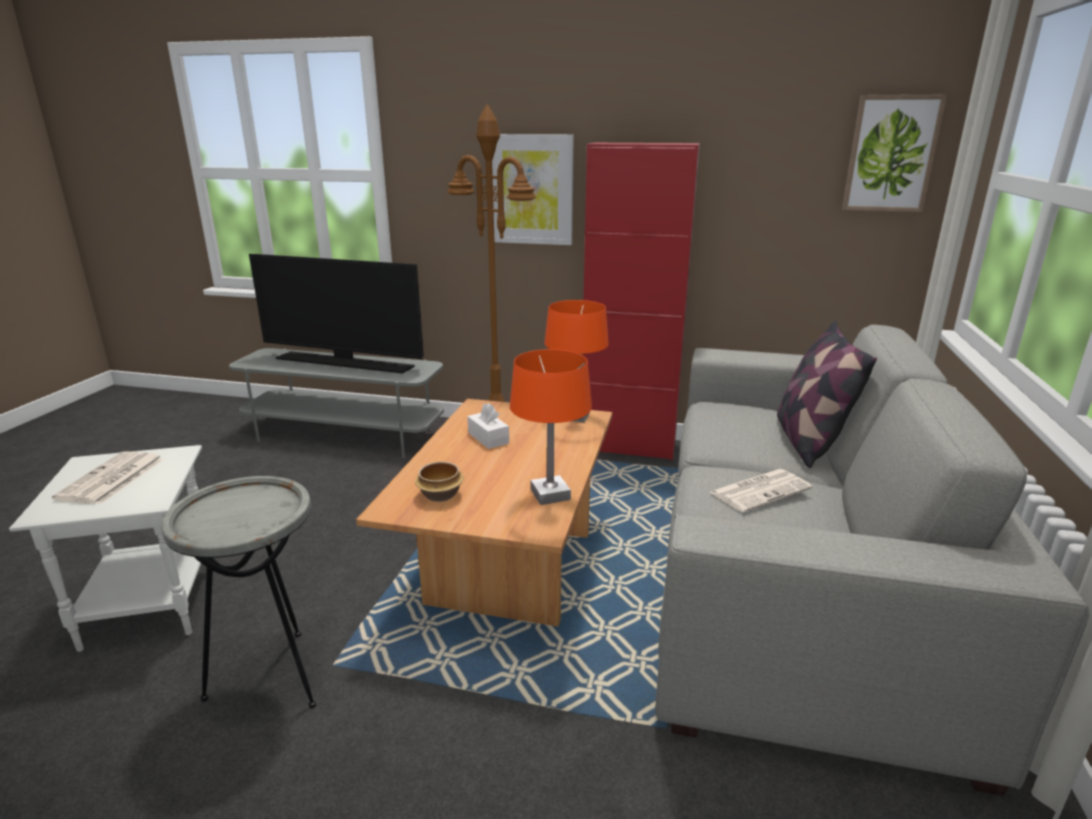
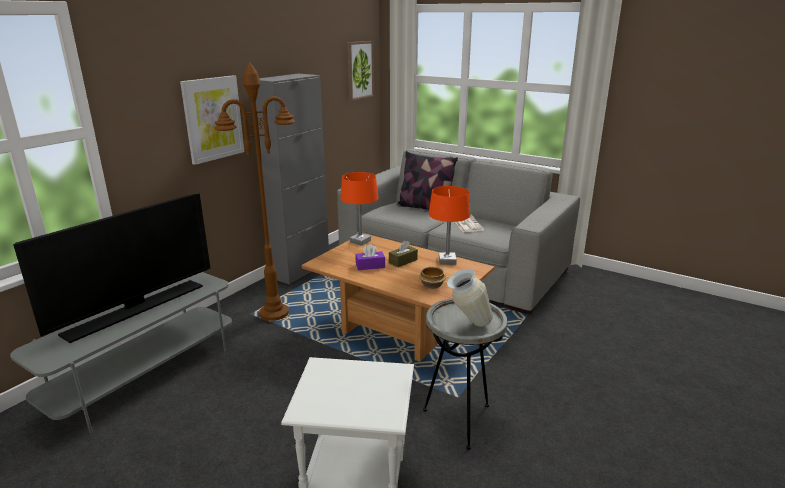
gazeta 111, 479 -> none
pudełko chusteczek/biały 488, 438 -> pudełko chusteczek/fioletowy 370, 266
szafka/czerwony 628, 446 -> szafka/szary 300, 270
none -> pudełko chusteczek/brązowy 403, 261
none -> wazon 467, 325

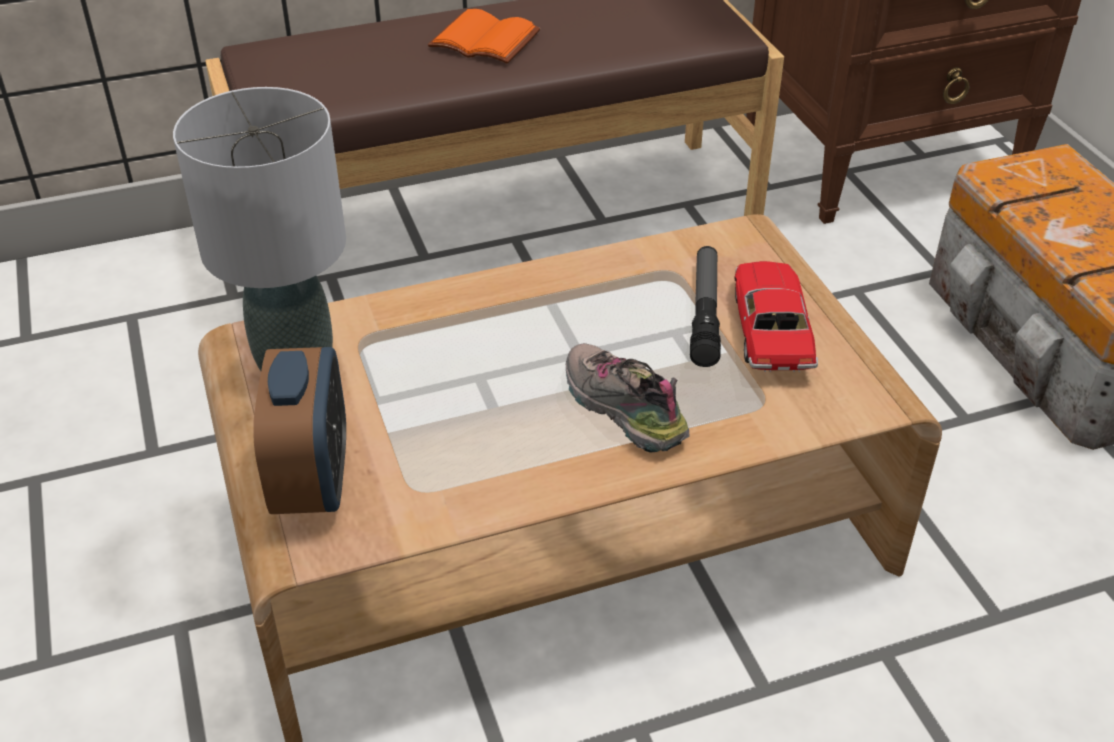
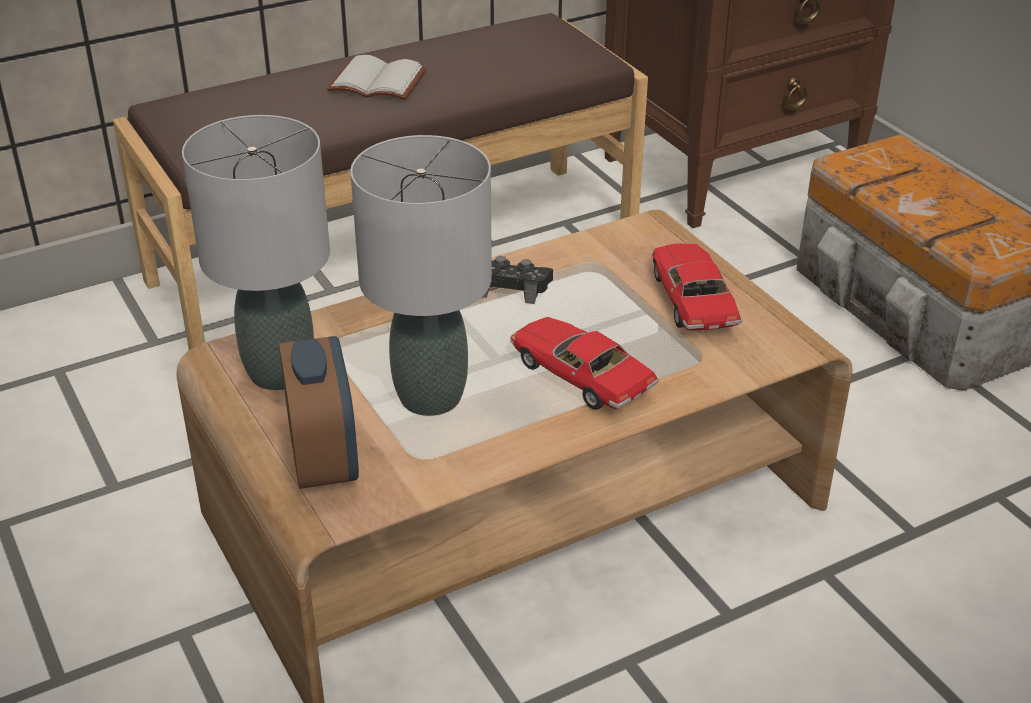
książka/pomarańczowy 487, 40 -> książka/biały 380, 81
but 619, 410 -> samochodzik 579, 376
latarka 705, 313 -> none
none -> lampa stołowa/szary 431, 396
none -> pad do gier/czarny 512, 287

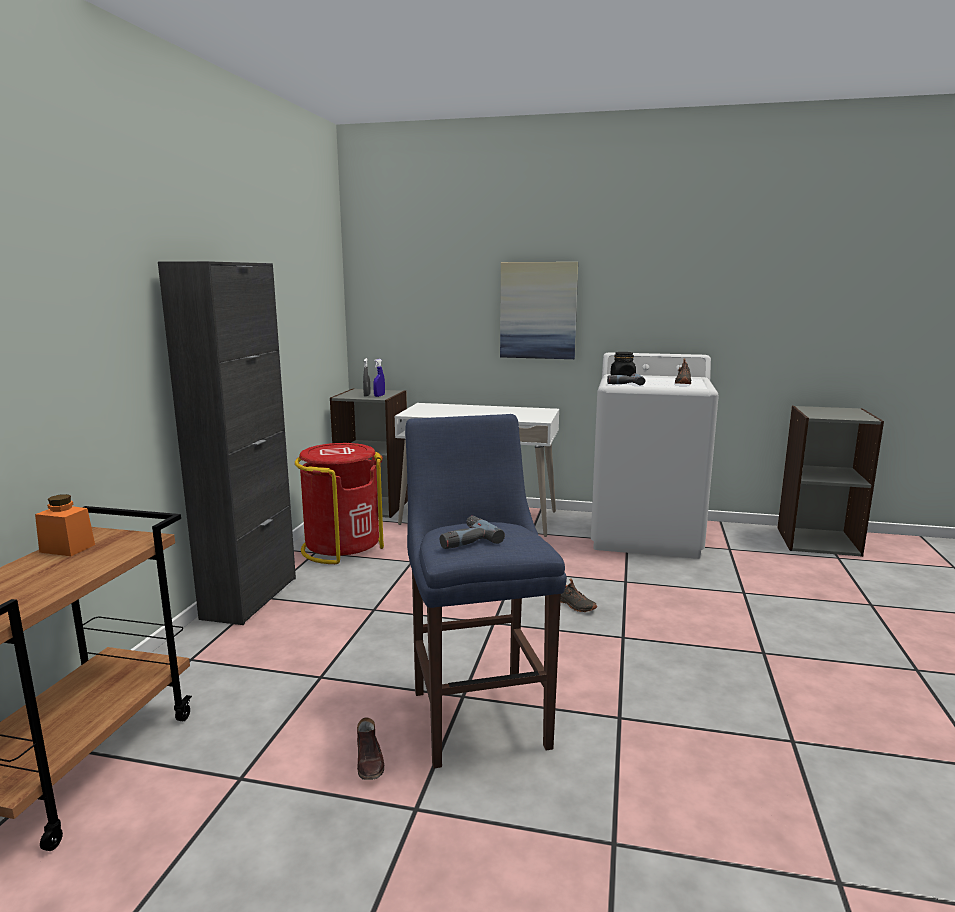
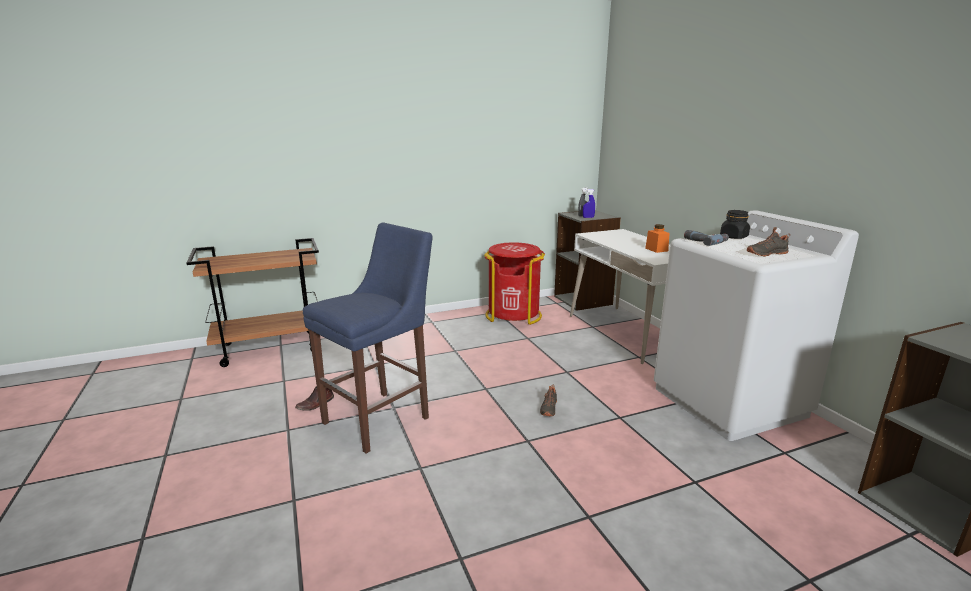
słoik/pomarańczowy 67, 548 -> słoik/pomarańczowy 656, 249, relocated
szafka/czarny 250, 598 -> none
wiertarka 464, 539 -> none
obraz 538, 310 -> none

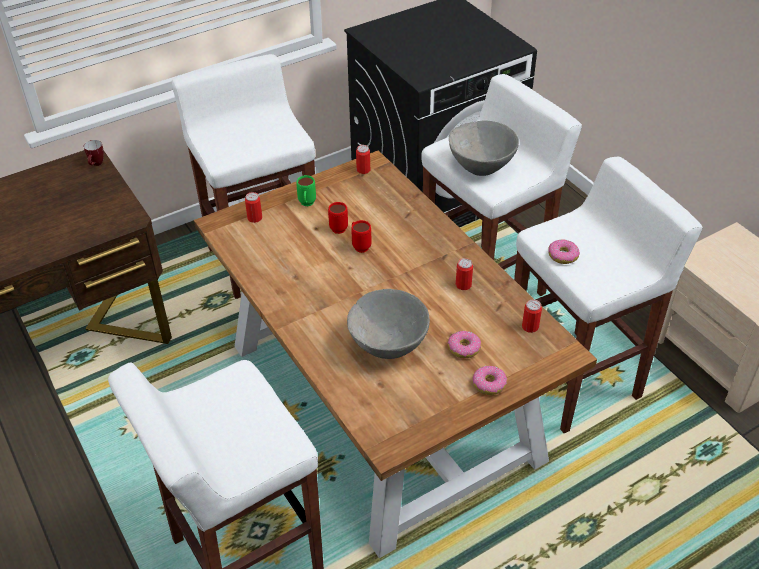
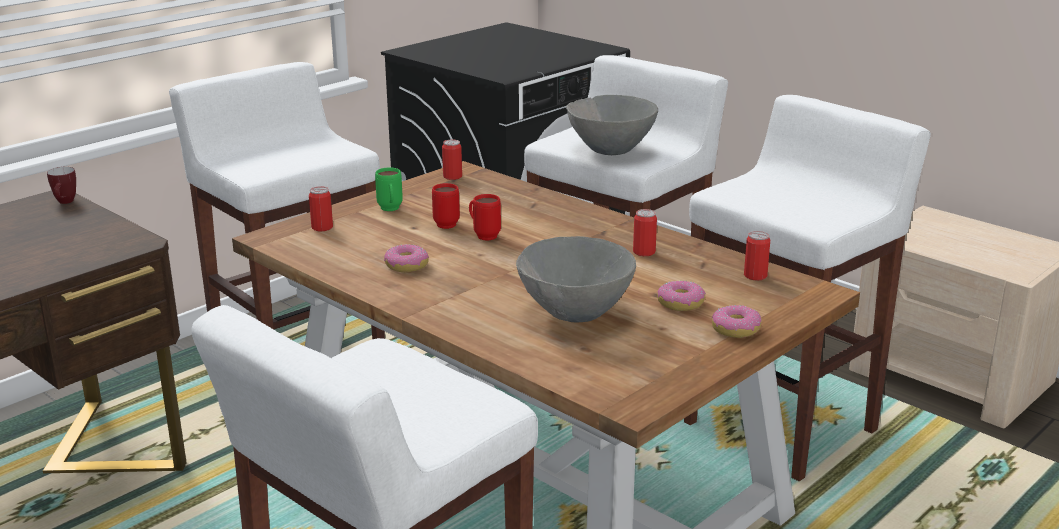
donut 562, 256 -> donut 406, 266, relocated

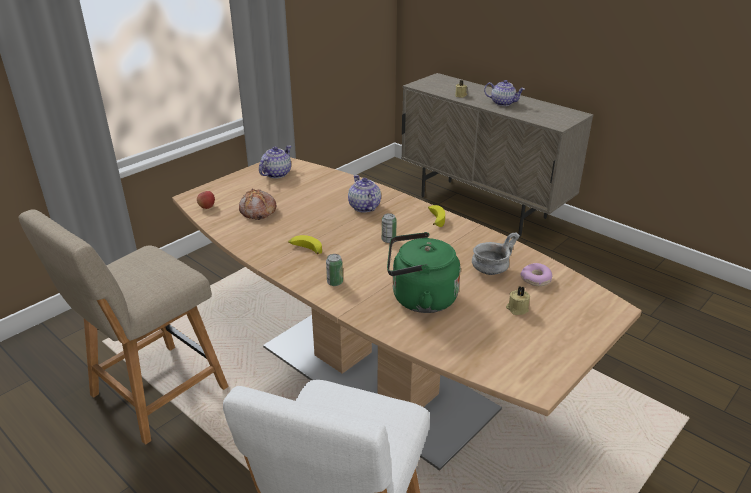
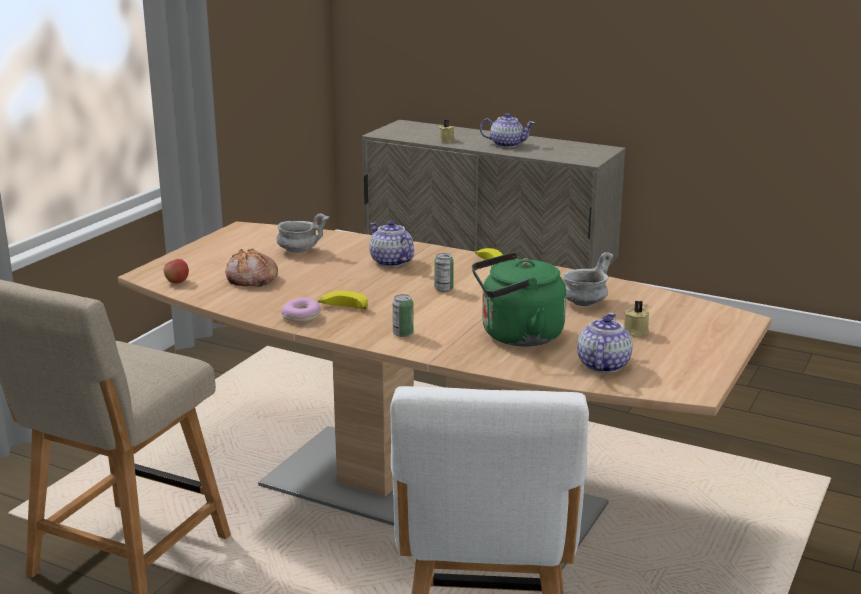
imbryk 276, 173 -> imbryk 602, 365, relocated
donut 536, 279 -> donut 302, 317, relocated
none -> miska/szary 299, 251

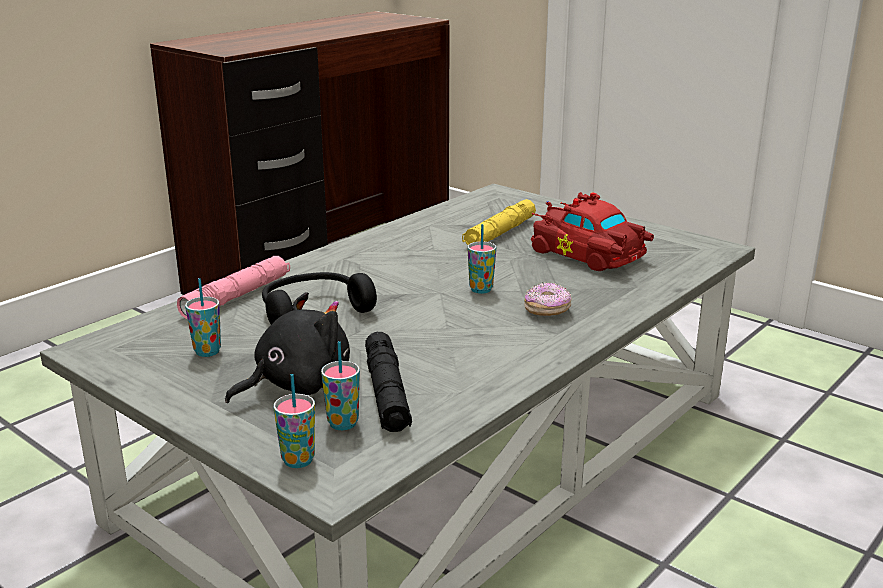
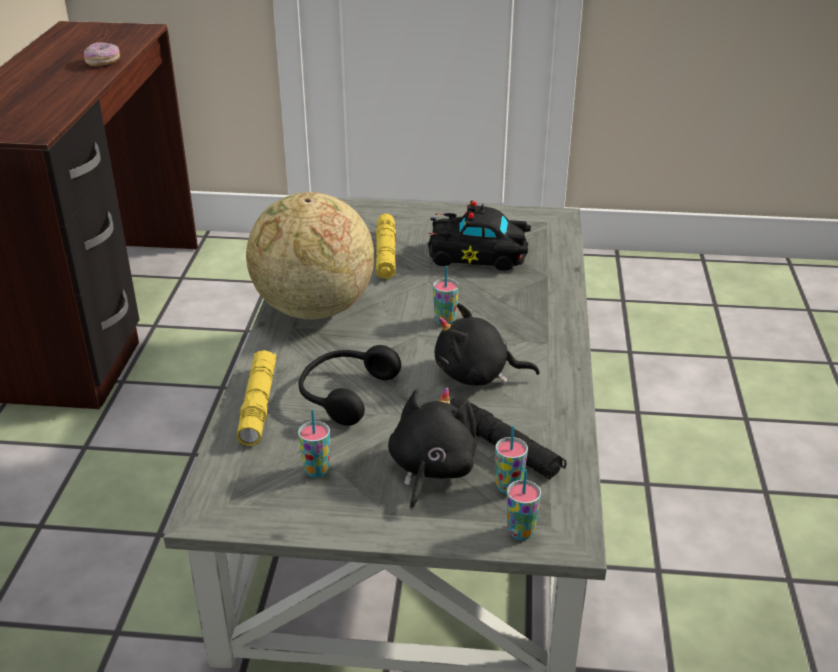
latarka/różowy 237, 296 -> latarka/żółty 258, 404
donut 547, 310 -> donut 103, 62, relocated
samochodzik/czerwony 589, 256 -> samochodzik/czarny 480, 256
none -> globus 313, 309
none -> pluszak/czarny 477, 375

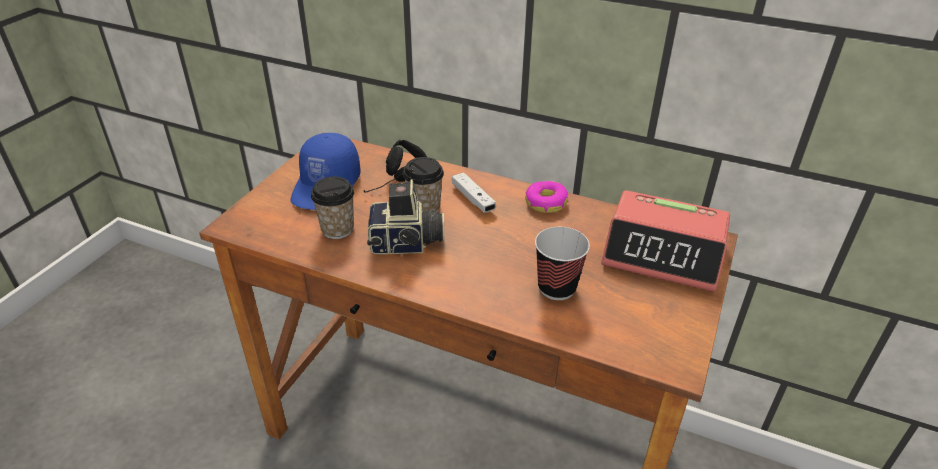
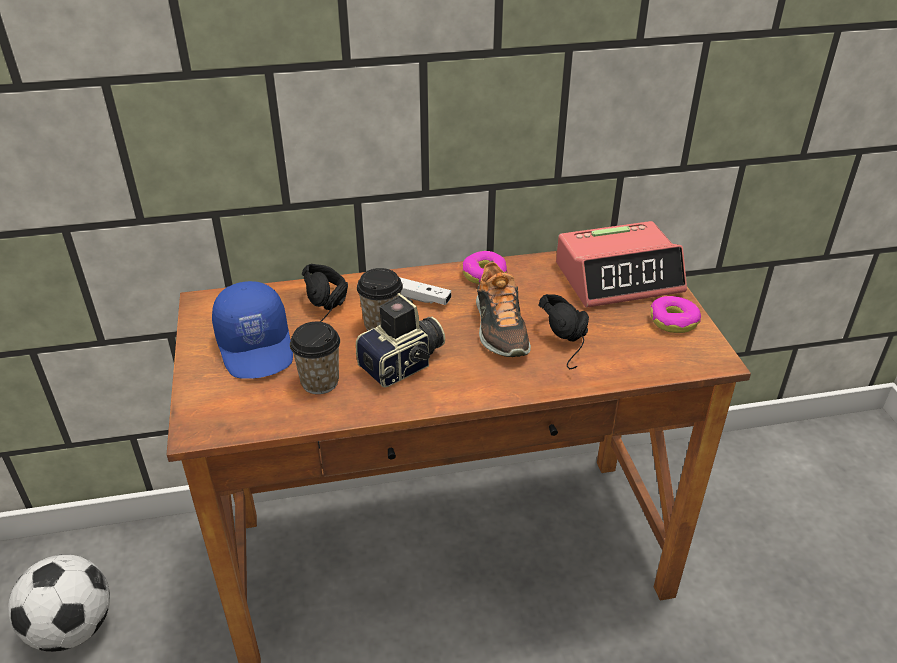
filiżanka 557, 288 -> słuchawki/czarny 571, 343
none -> piłka futbolowa 72, 628
none -> but 499, 328
none -> donut 673, 321

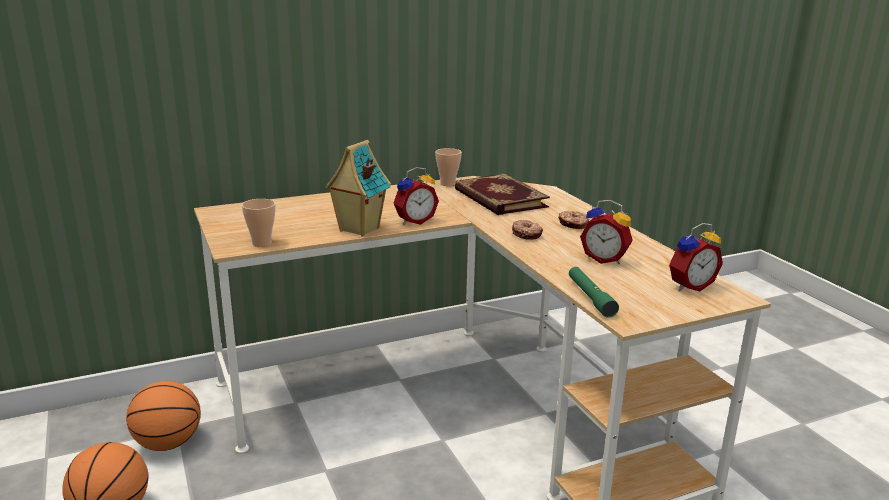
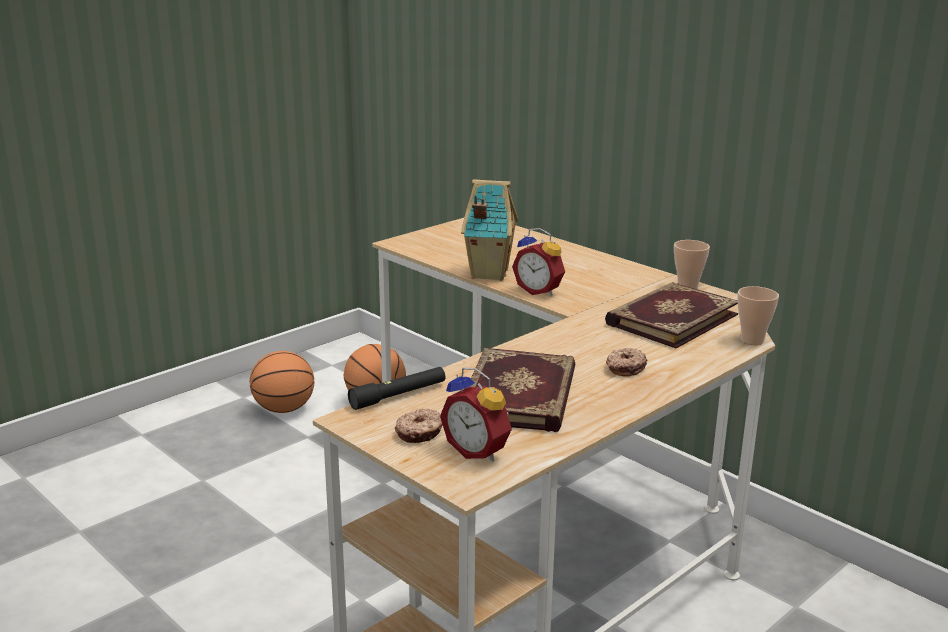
filiżanka 261, 243 -> filiżanka 752, 340, relocated
donut 526, 234 -> donut 420, 433, relocated
latarka/zielony 590, 297 -> latarka/czarny 398, 395
budzik 605, 259 -> książka 522, 395

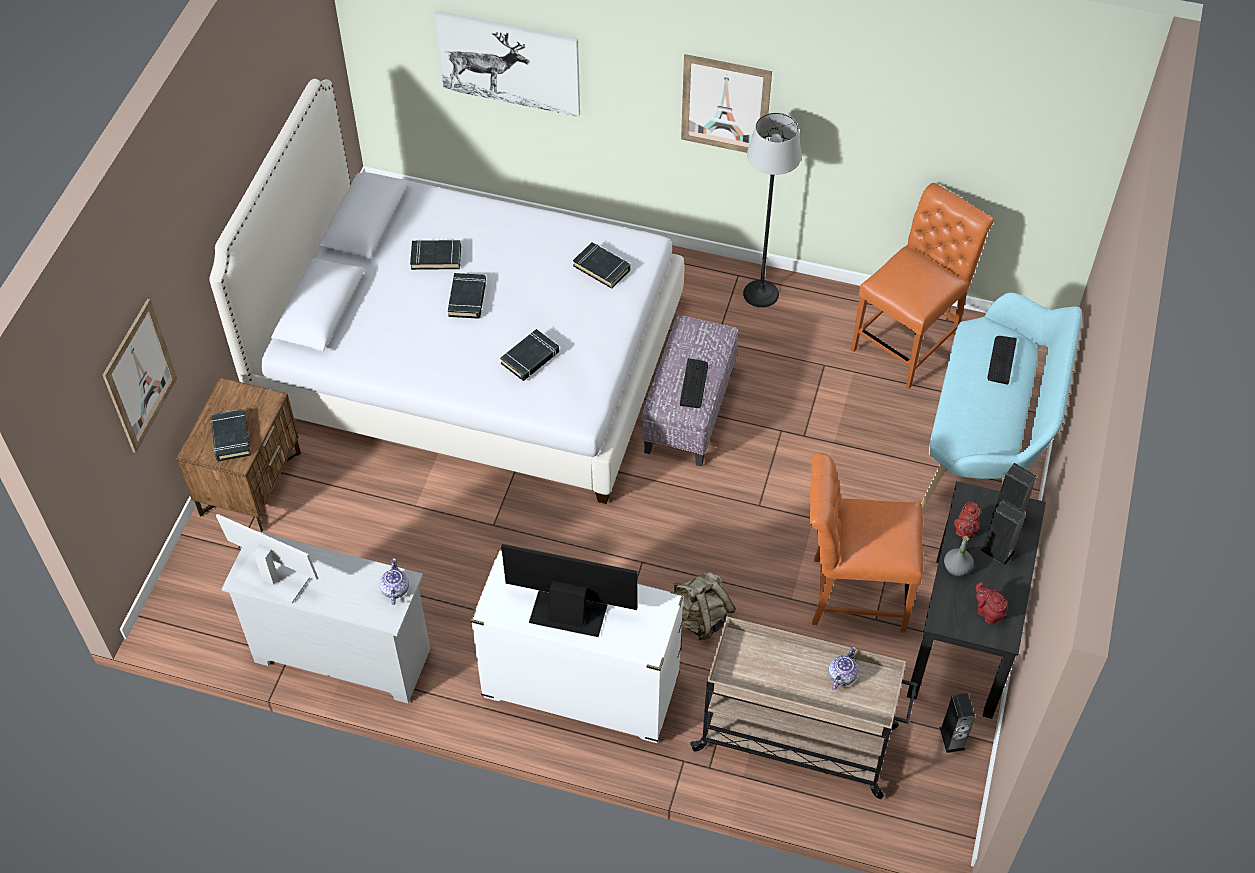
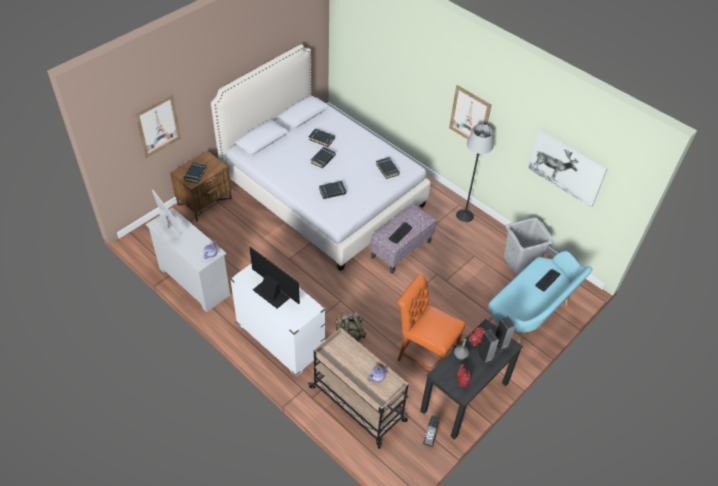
obraz 509, 62 -> obraz 566, 167, relocated
krzesło/pomarańczowy 909, 341 -> kosz na pranie/szary 520, 262

